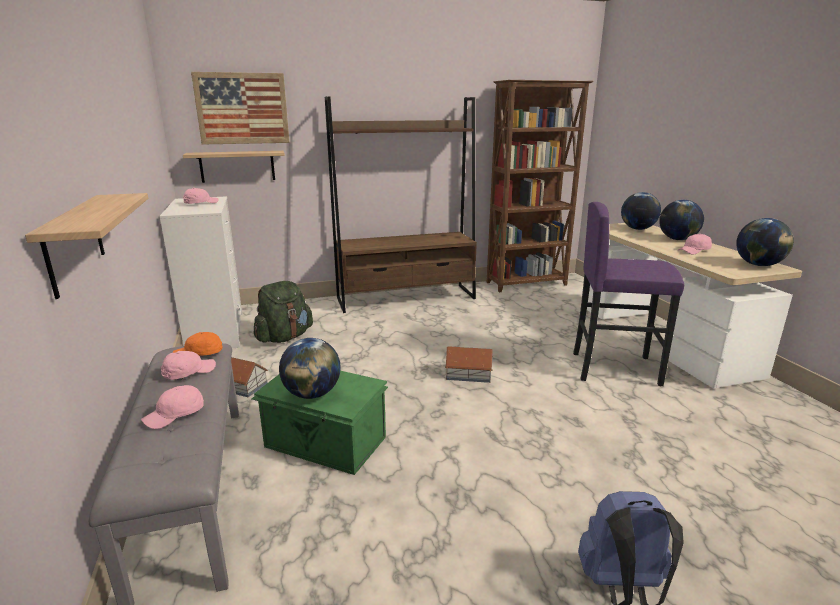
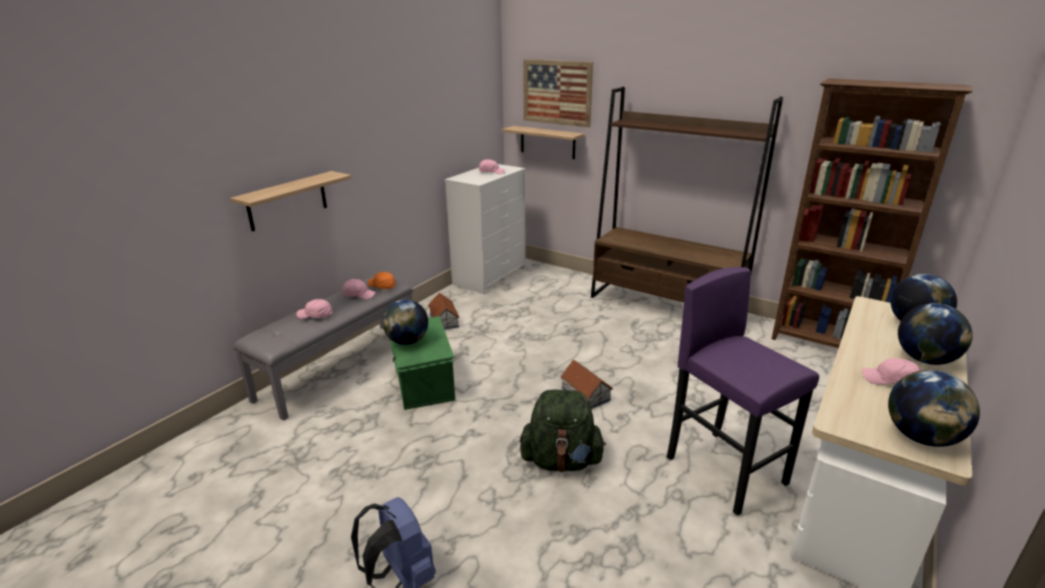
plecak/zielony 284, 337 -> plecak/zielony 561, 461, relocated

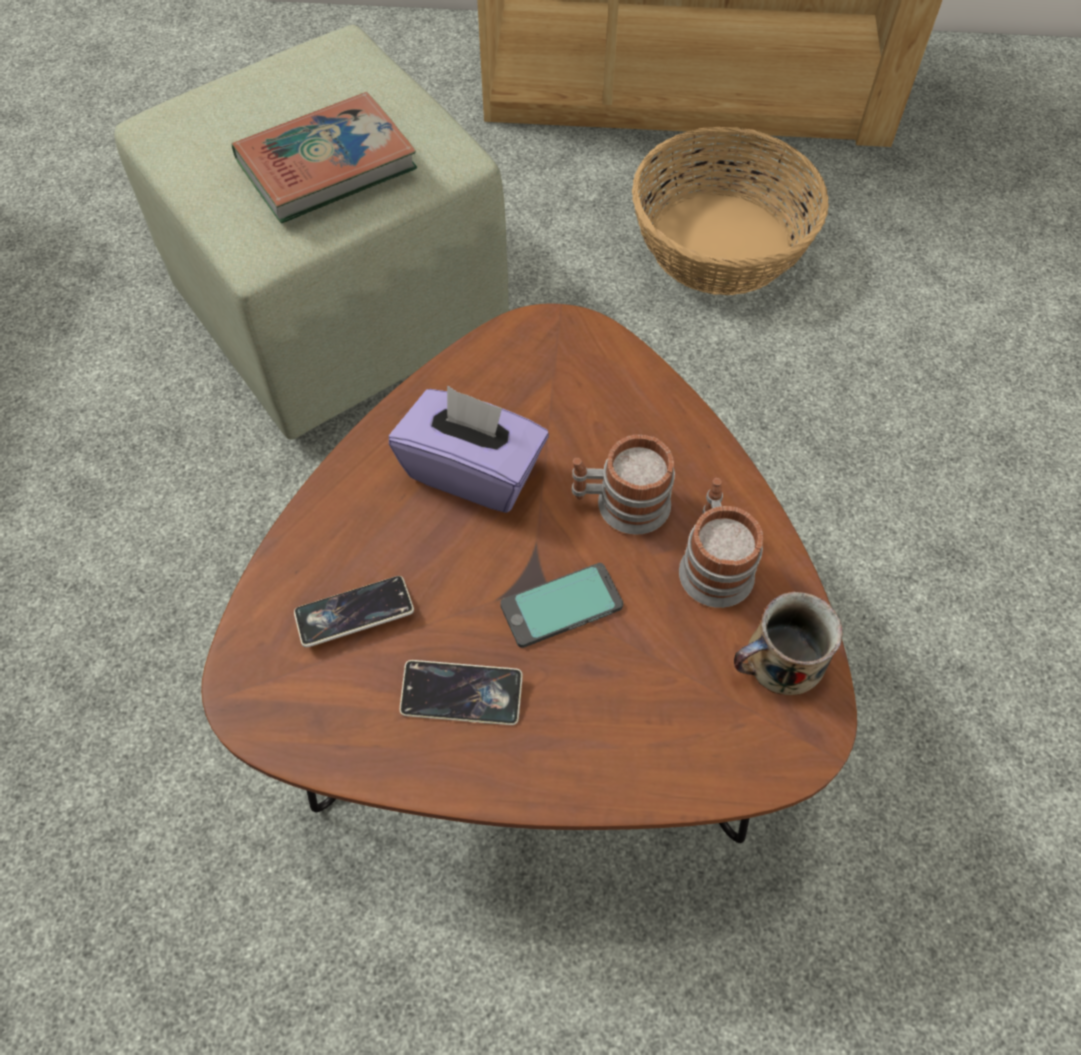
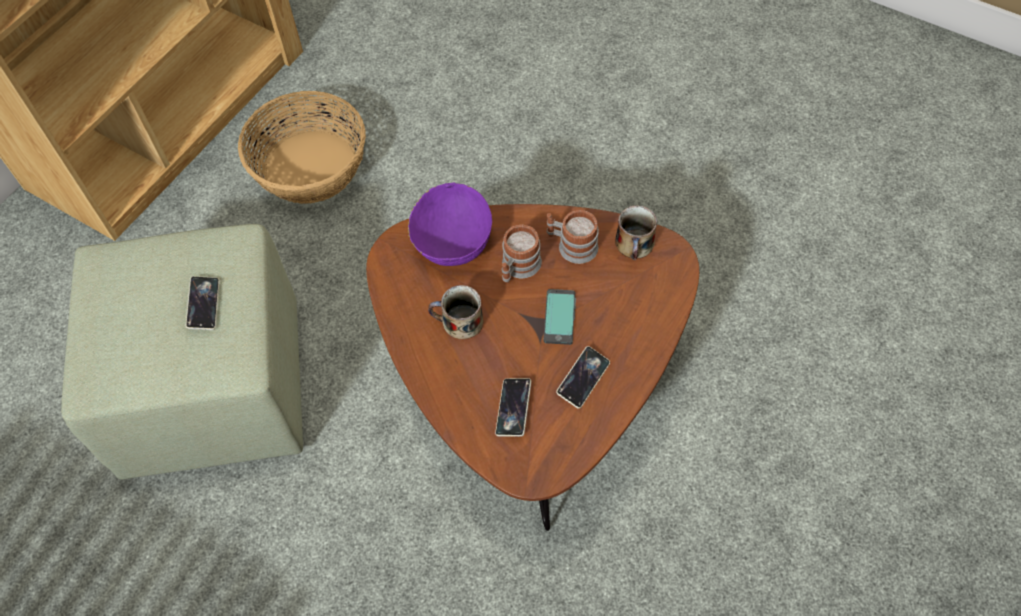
książka 327, 166 -> telefon 204, 305
pudełko chusteczek/fioletowy 473, 470 -> kubek 460, 322
none -> miska/fioletowy 452, 241

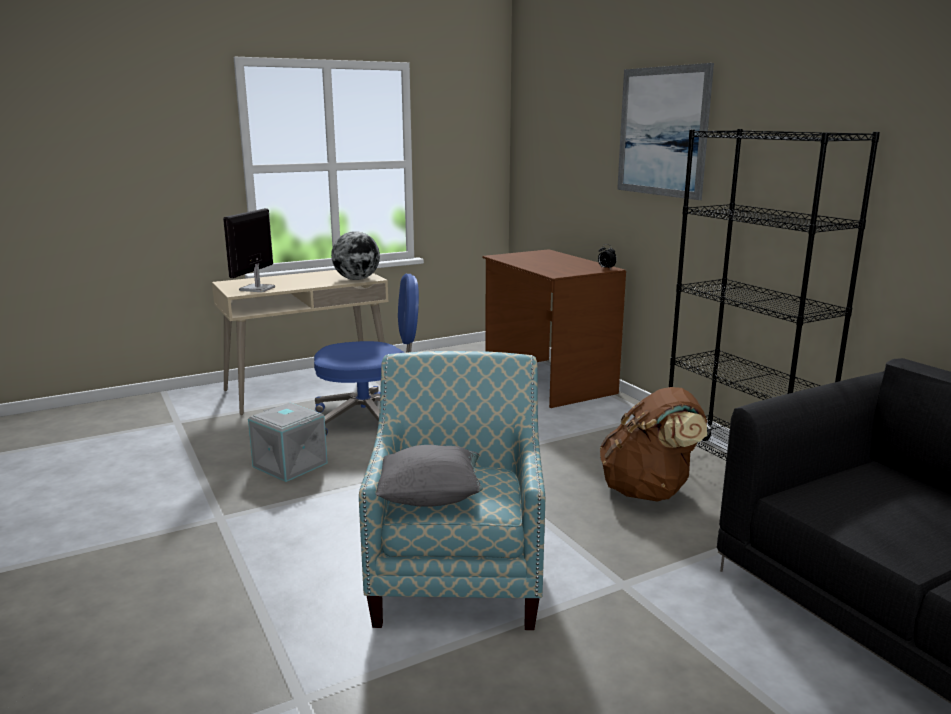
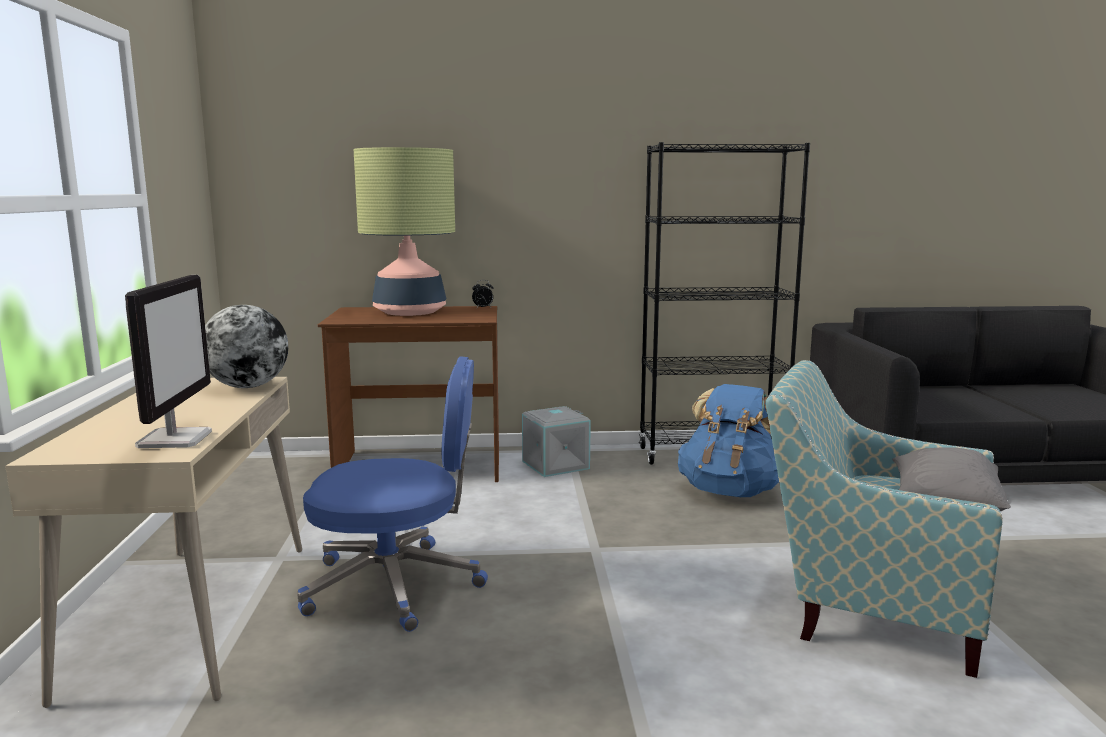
monitor 257, 289 -> monitor 175, 439, 135 degrees counterclockwise
pojemnik do przechowywania/szary 288, 465 -> pojemnik do przechowywania/szary 555, 465, relocated
krzesło biurowe/niebieski 369, 419 -> krzesło biurowe/niebieski 396, 585, 75 degrees clockwise
plecak/brązowy 649, 491 -> plecak/niebieski 730, 491
obraz 662, 132 -> none
none -> lampa stołowa 410, 312

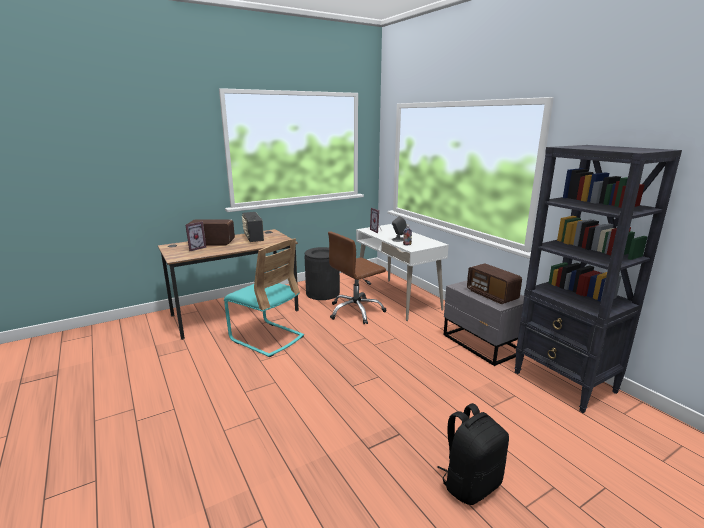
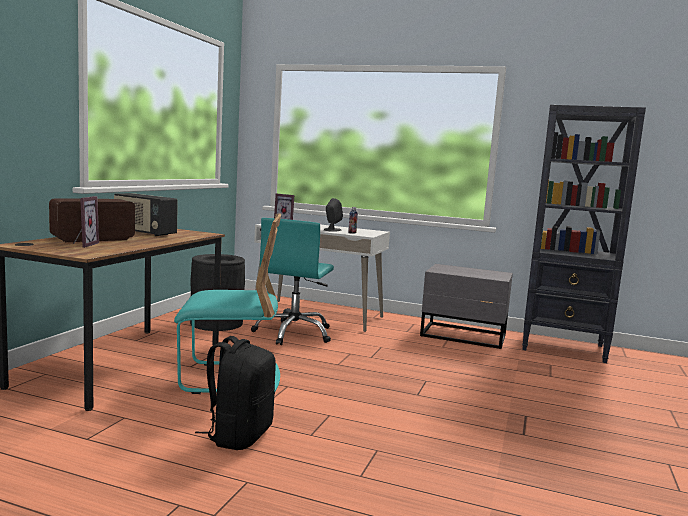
krzesło biurowe/brązowy 356, 311 -> krzesło biurowe/turkusowy 294, 333
plecak/czarny 470, 483 -> plecak/czarny 239, 435, relocated
radio 491, 295 -> none

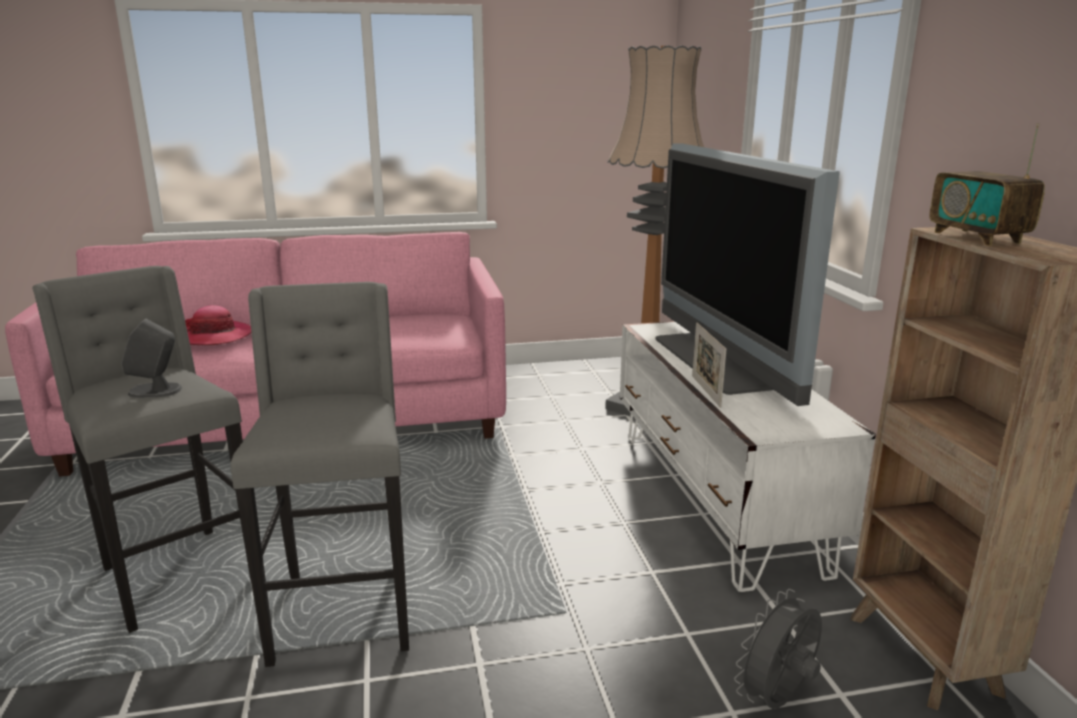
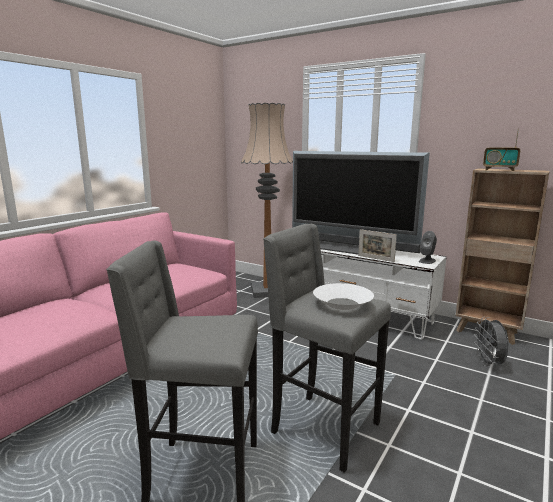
głośnik/szary 156, 391 -> głośnik/szary 427, 261, relocated
kapelusz 213, 336 -> none
none -> miska/biały 342, 303

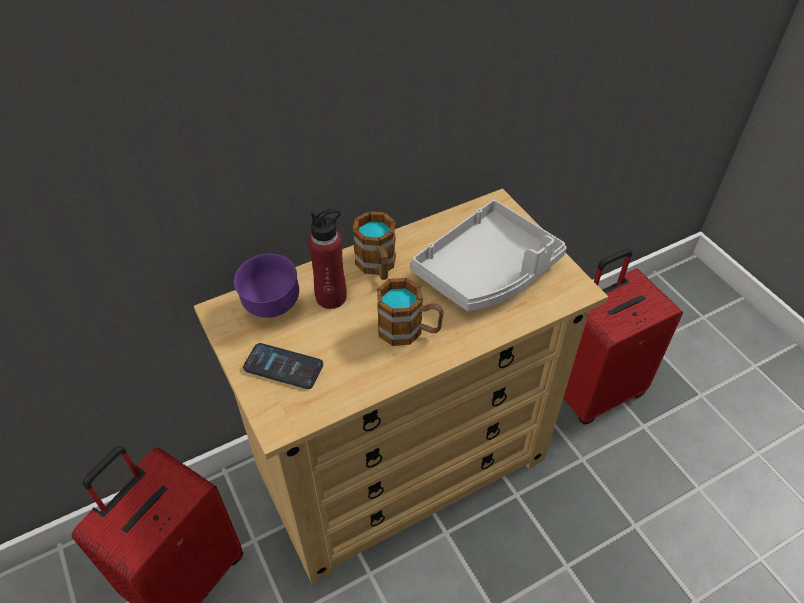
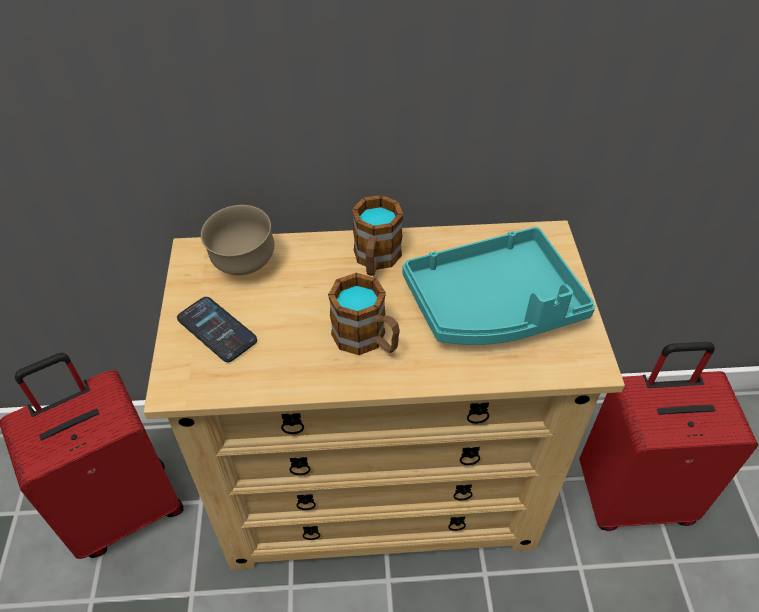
miska/fioletowy 271, 307 -> miska/brązowy 243, 266
butelka/czerwony 331, 297 -> none
taca/szary 487, 271 -> taca/turkusowy 494, 305

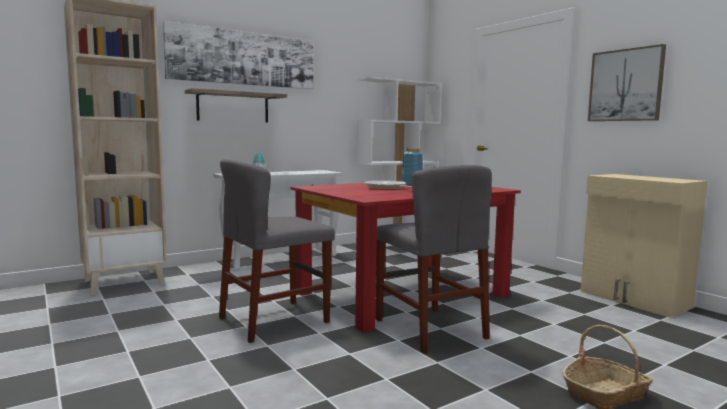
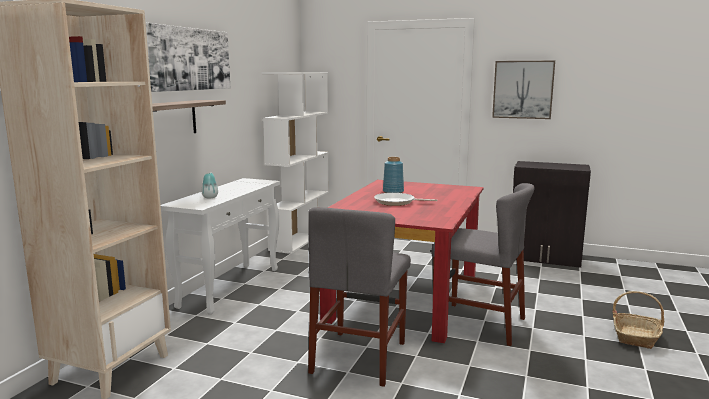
szafka/beżowy 634, 300 -> szafka/czarny 545, 258

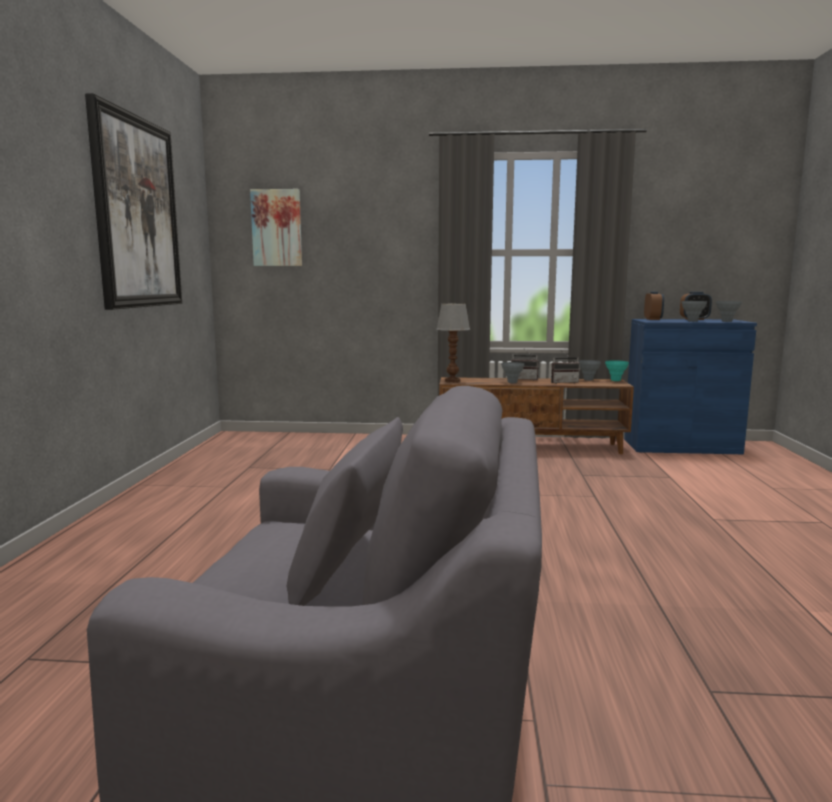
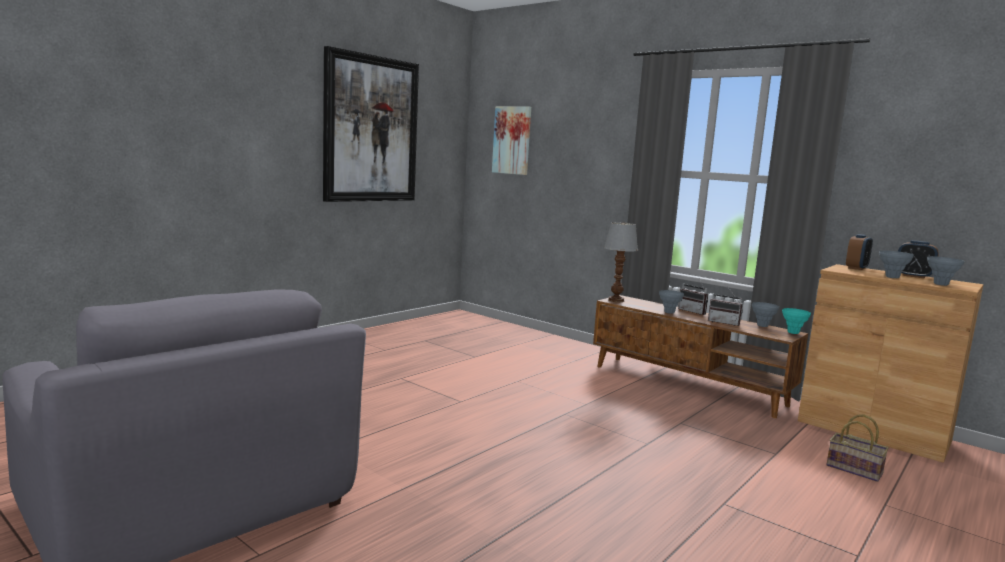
szafka/niebieski 681, 446 -> szafka/brązowy 872, 431
none -> koszyk 856, 469

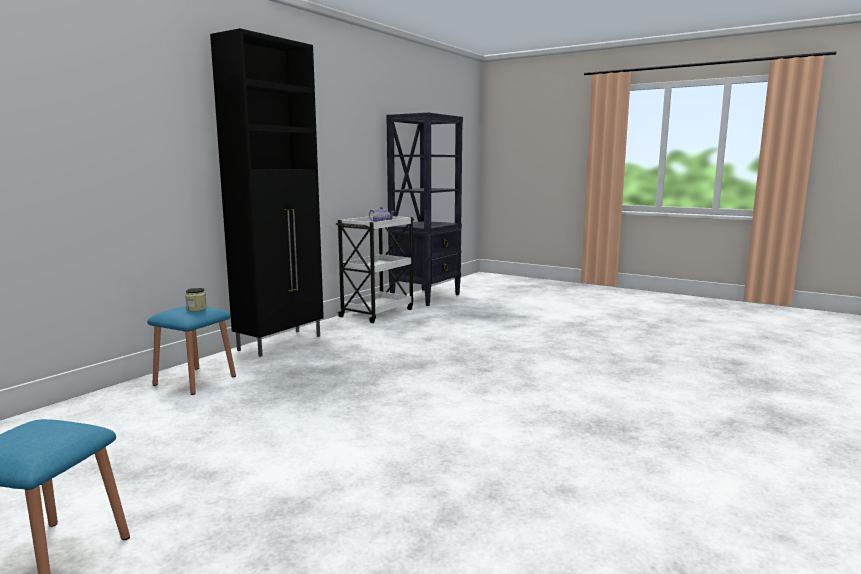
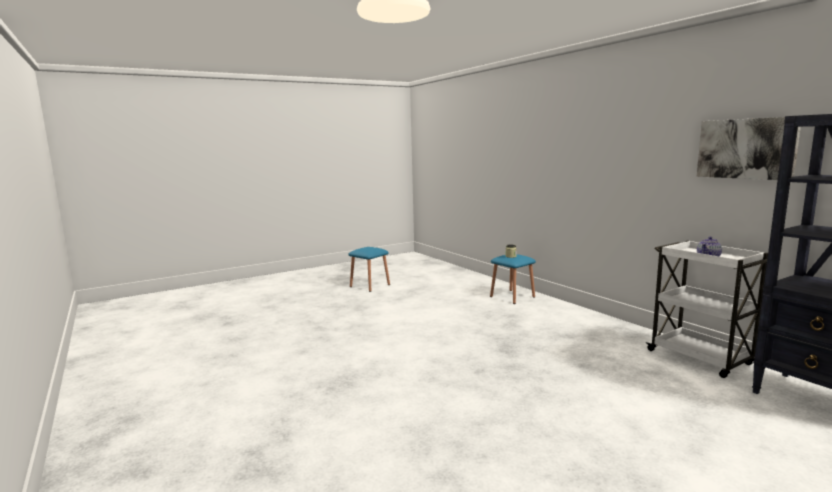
szafka/czarny 281, 343 -> none
none -> obraz 746, 148

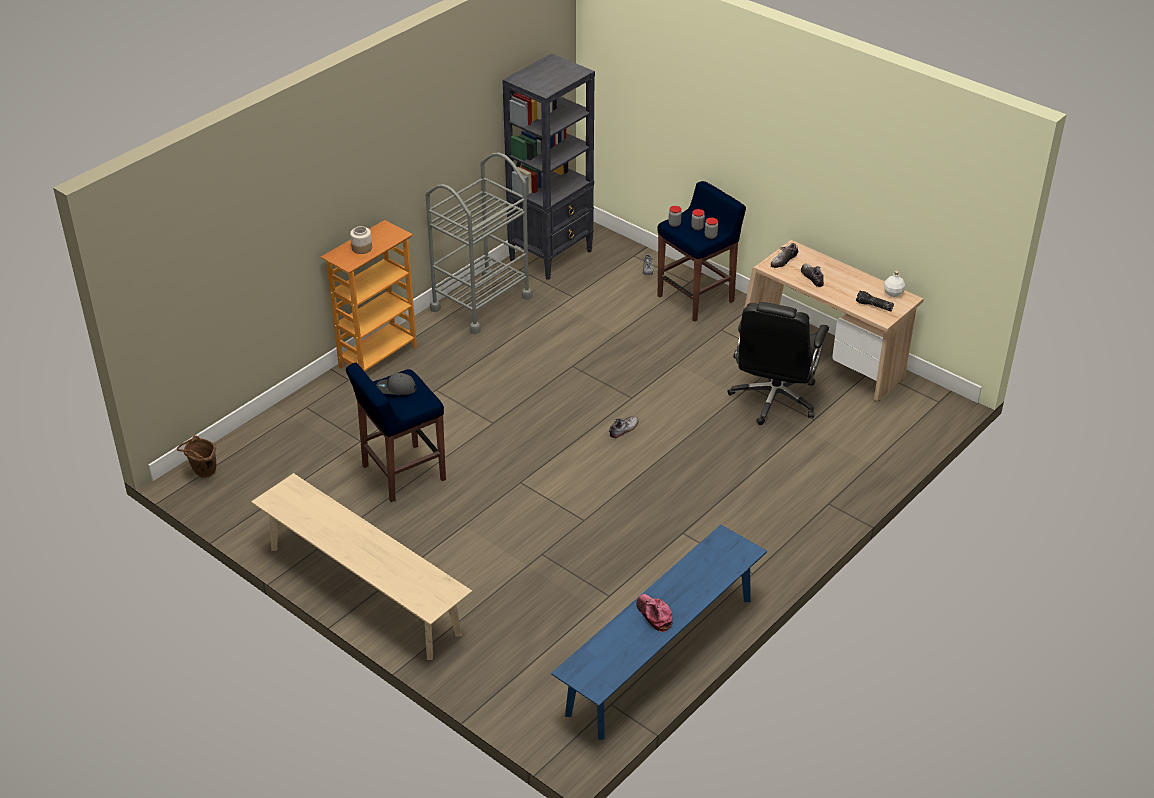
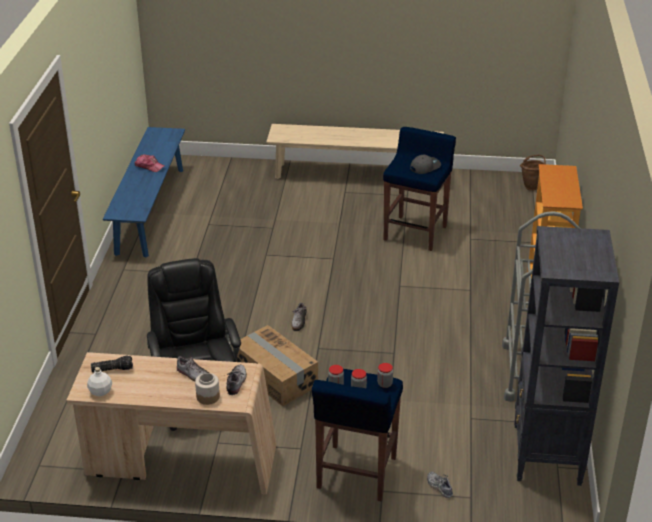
słoik 361, 248 -> słoik 208, 397, relocated
none -> karton 275, 377

